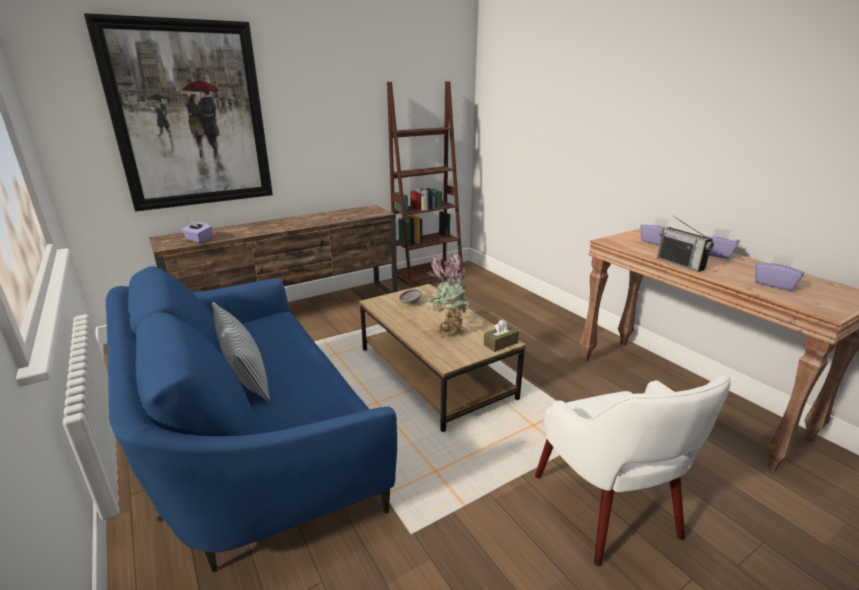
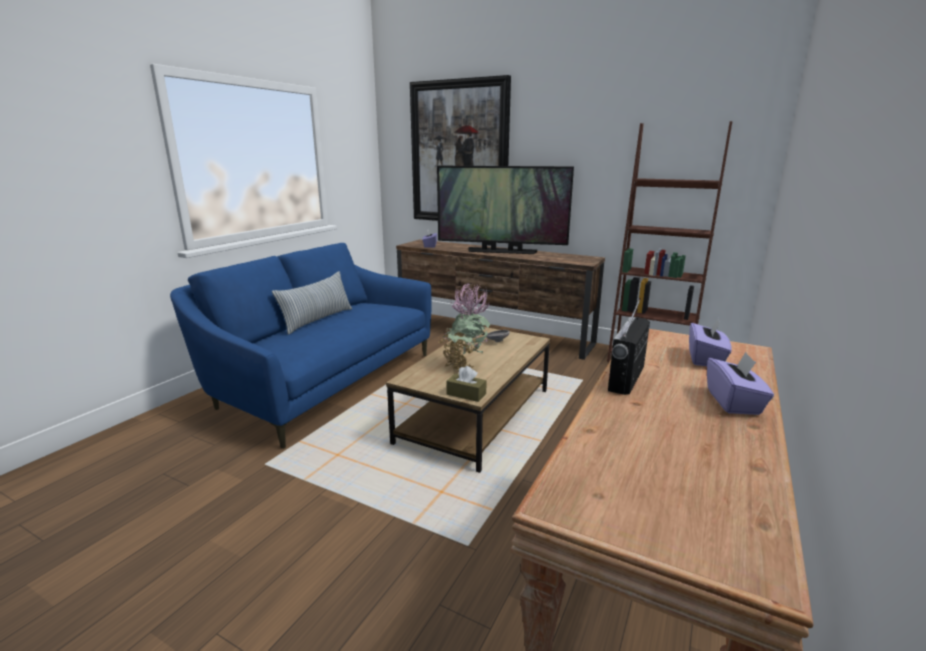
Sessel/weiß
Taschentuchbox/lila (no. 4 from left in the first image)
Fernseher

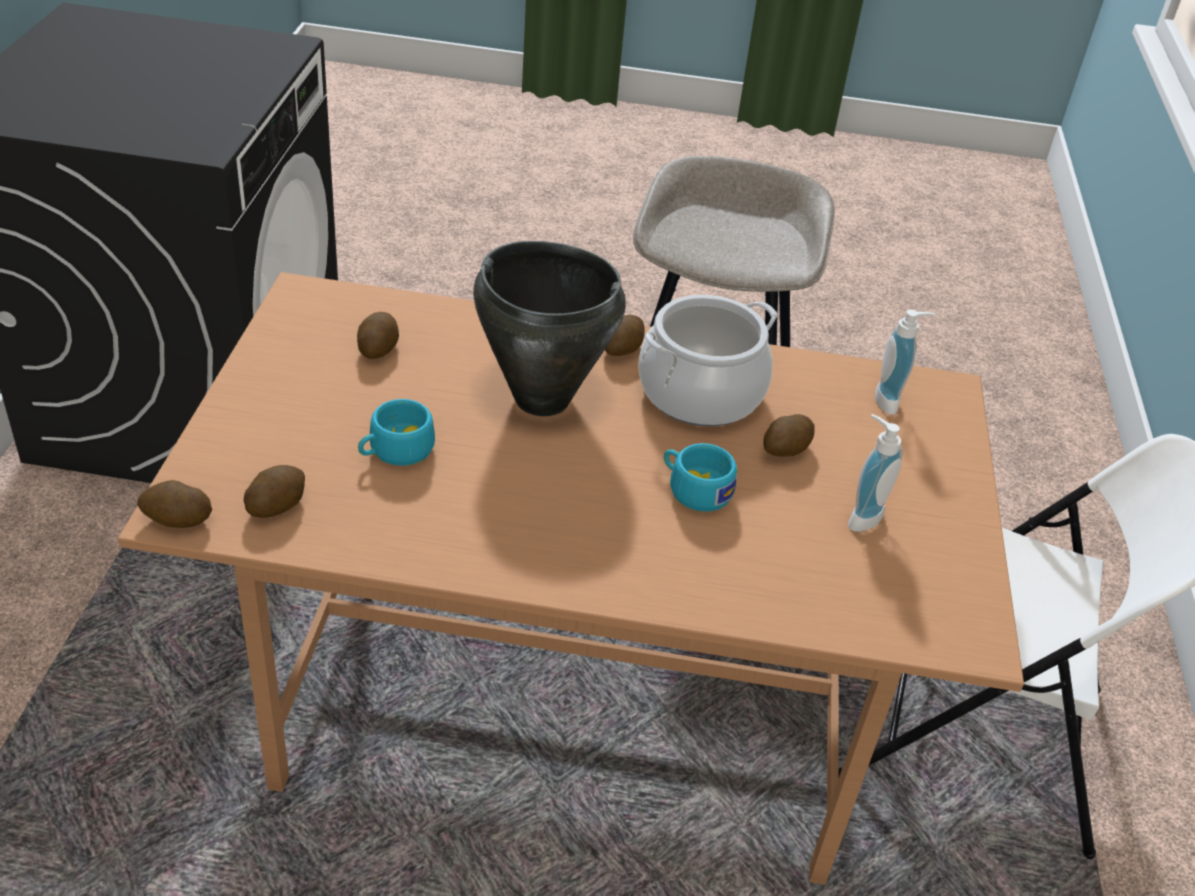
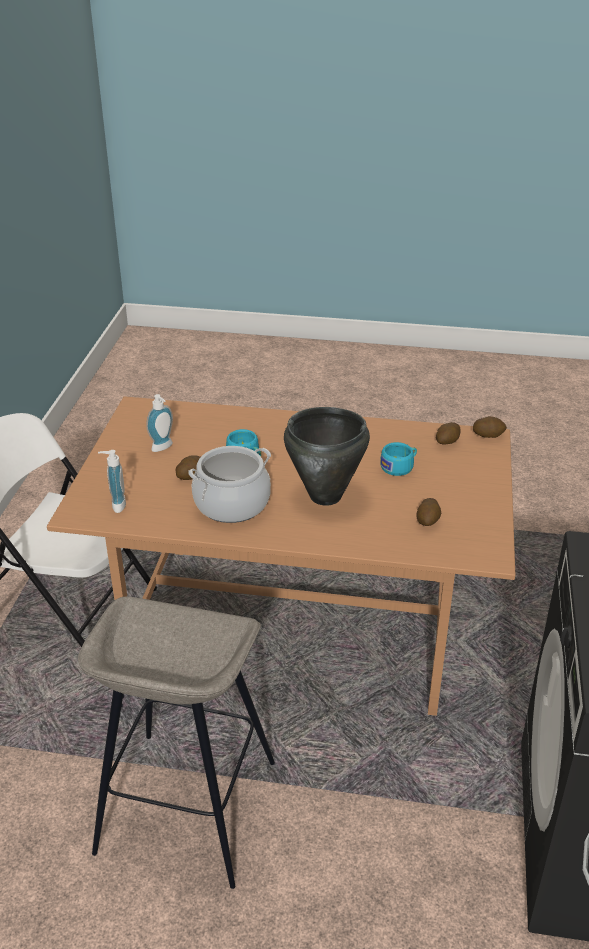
Kartoffel (no. 4 from left in the first image)

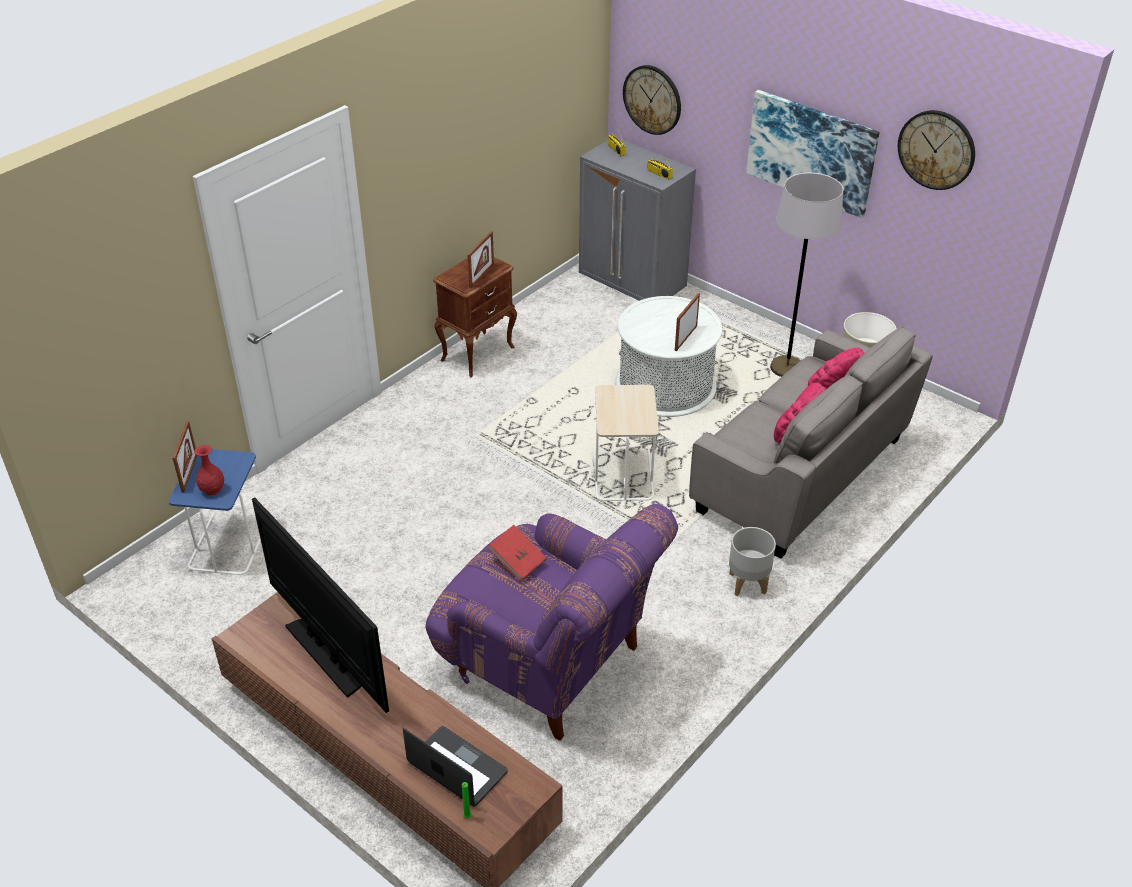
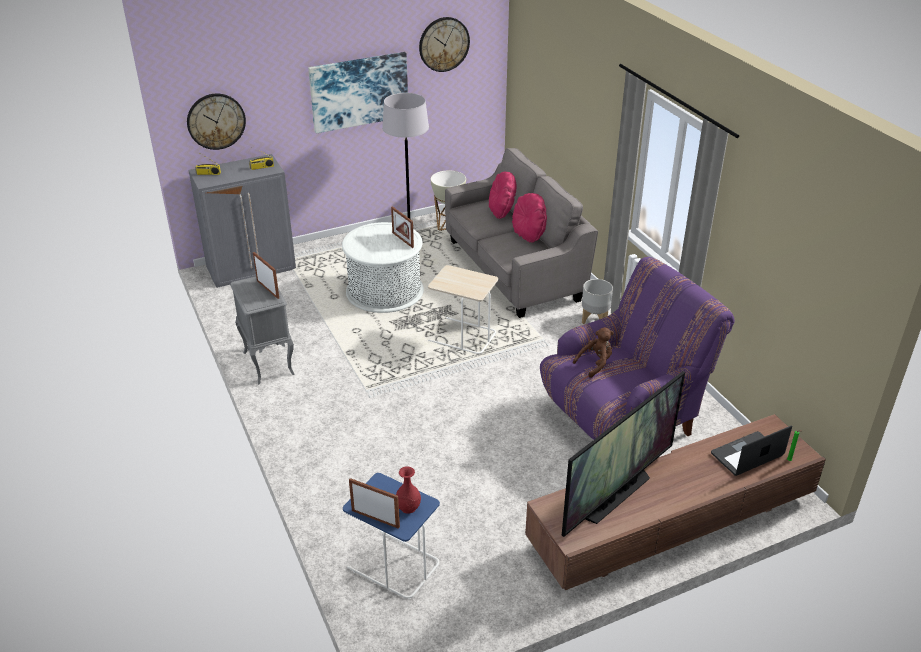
Plüschtier/braun
Nachttisch/grau
Fernseher

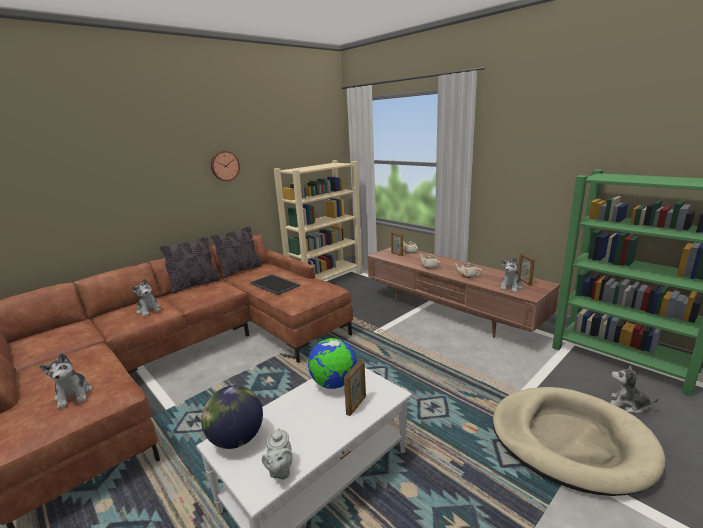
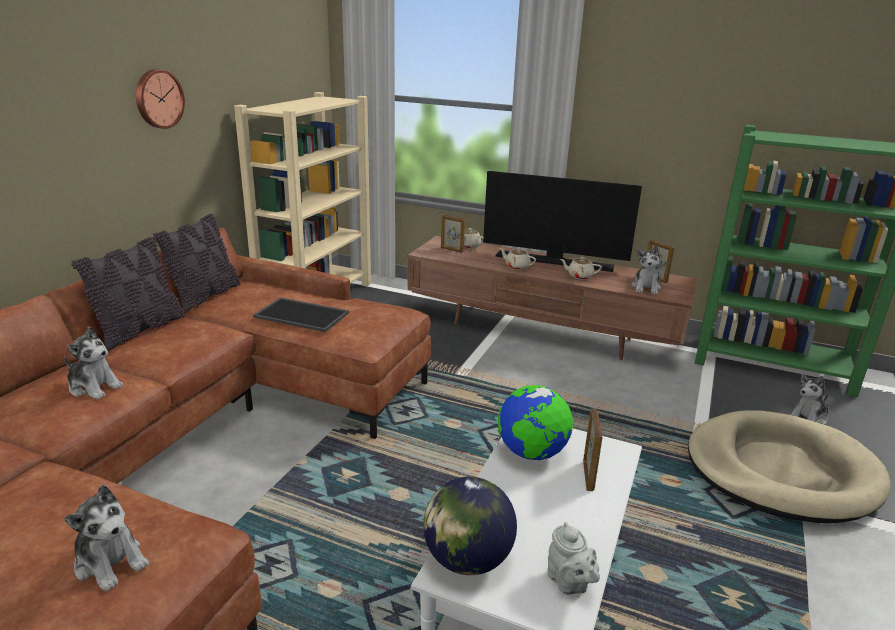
Fernseher
Plüschtier (no. 4 from left)

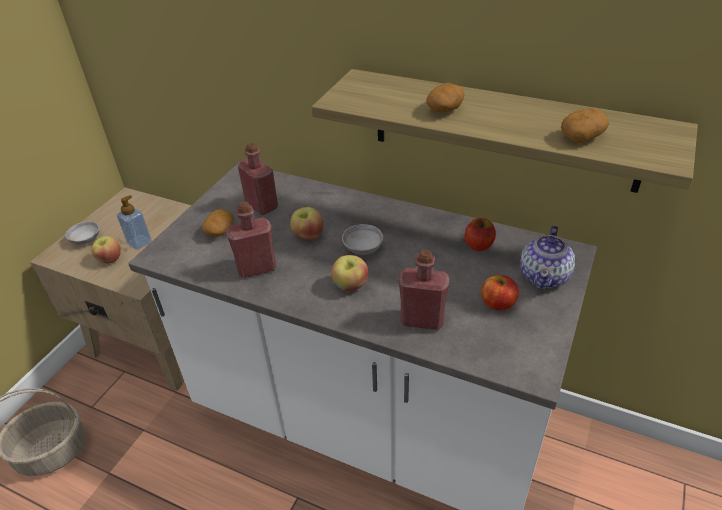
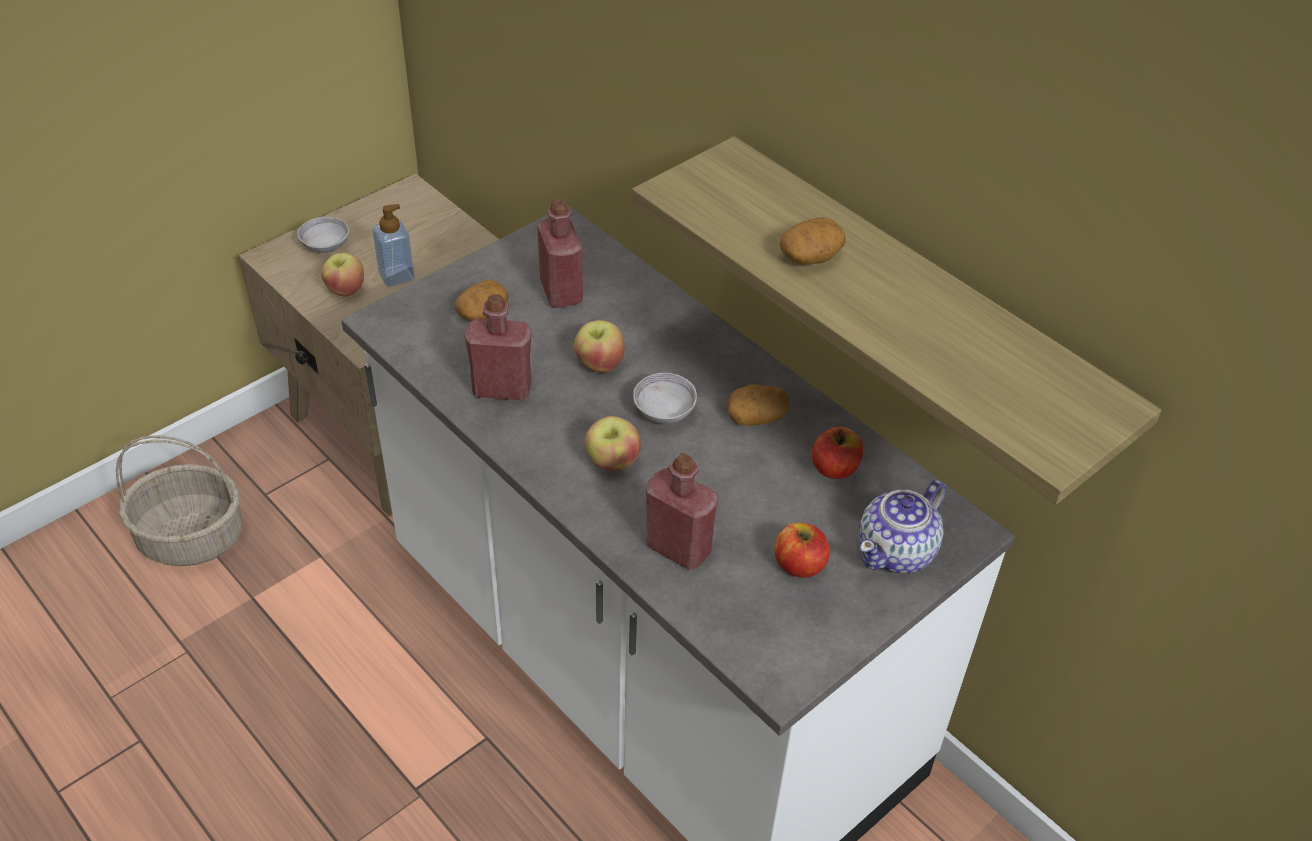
Kartoffel (no. 2 from left)

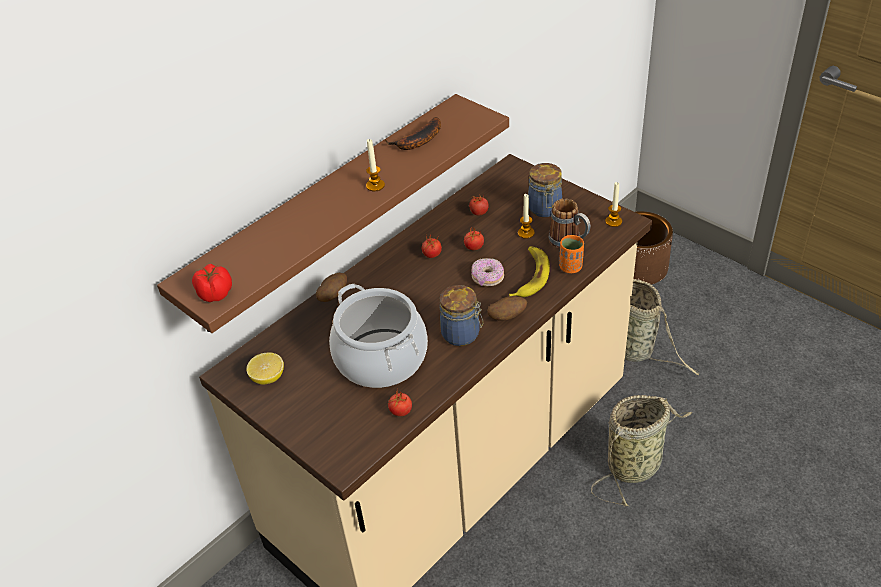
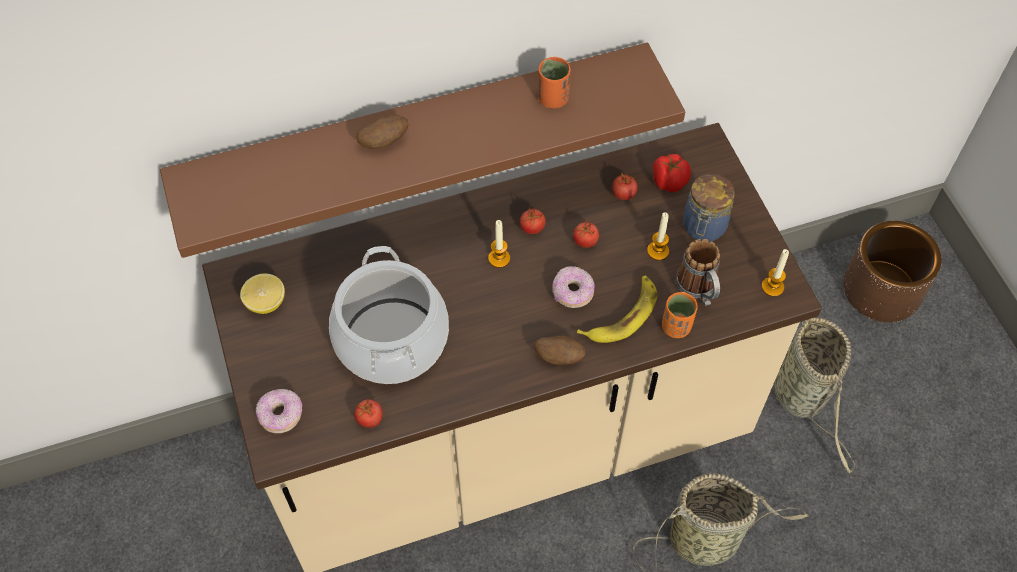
Vorratsglas (no. 1 from left in the first image)
Donut (no. 1 from left)
Tomate (no. 5 from left)
Kartoffel (no. 1 from left)
Kerze (no. 1 from left)
Tasse/orange (no. 1 from left)

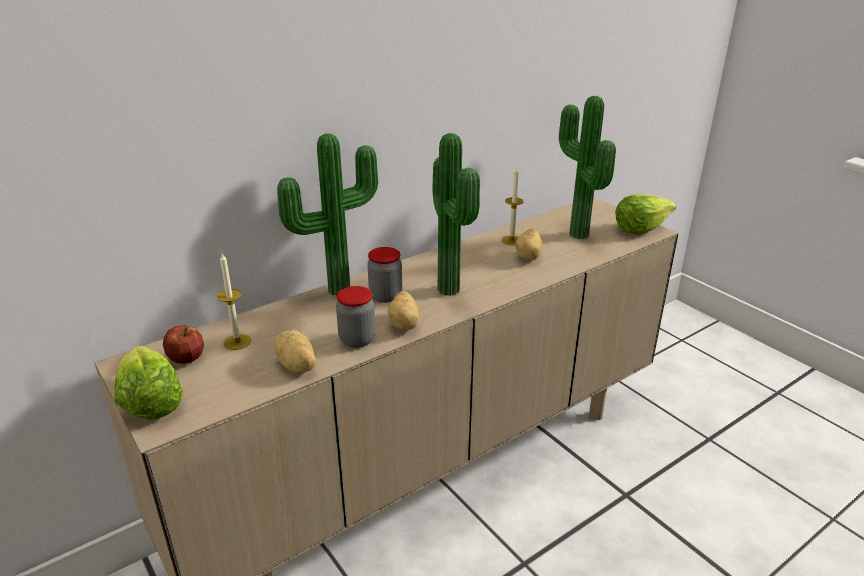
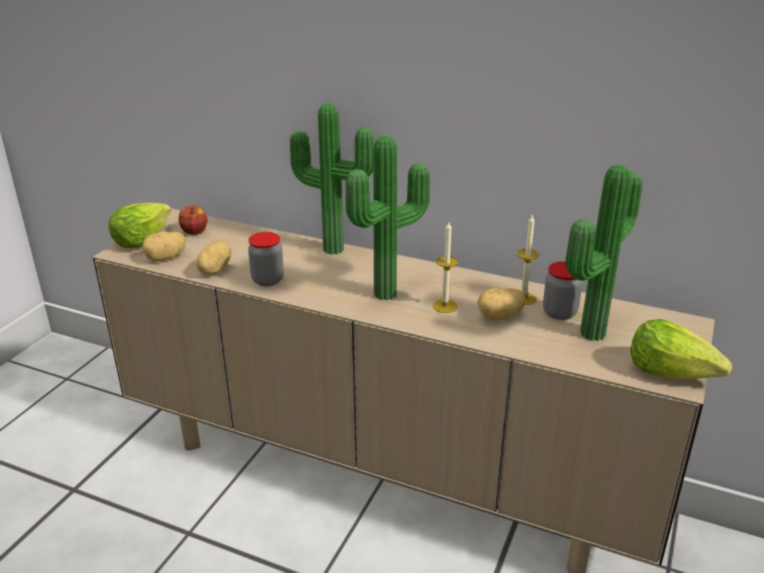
Kerze (no. 1 from left)
Vorratsglas (no. 2 from left)
Kartoffel (no. 1 from left)

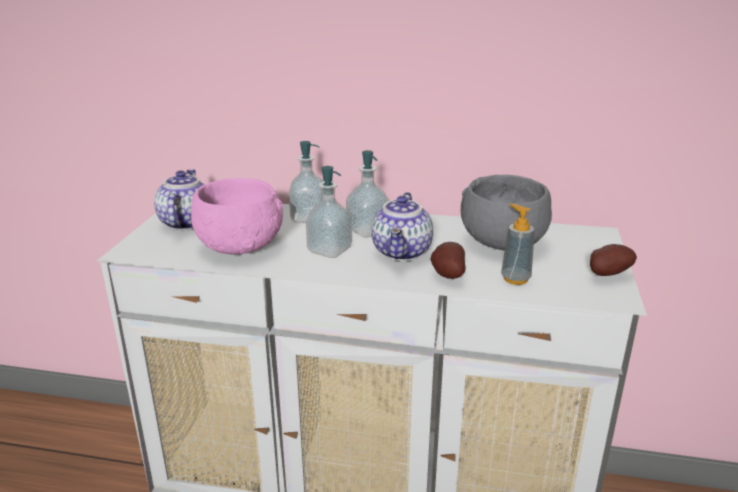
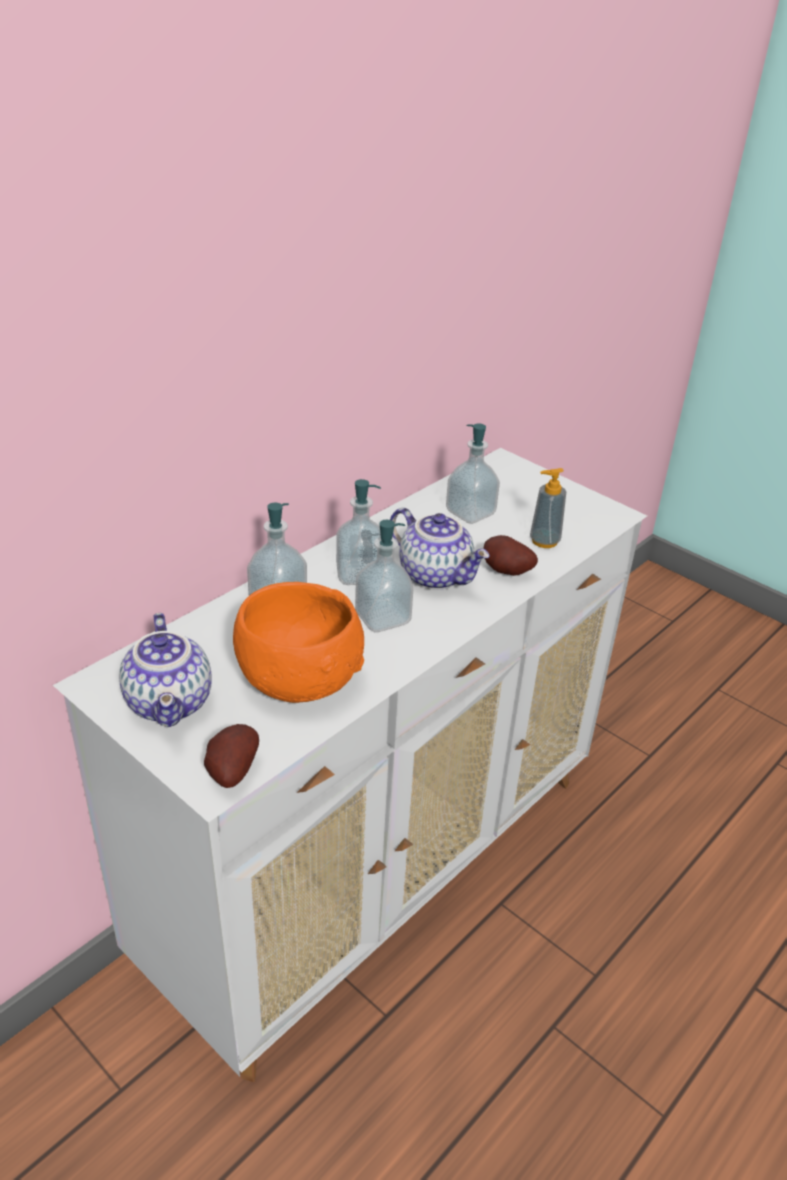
Kartoffel (no. 1 from left)
Seifenspender (no. 4 from left)
Schüssel/orange
Teekanne (no. 1 from left)

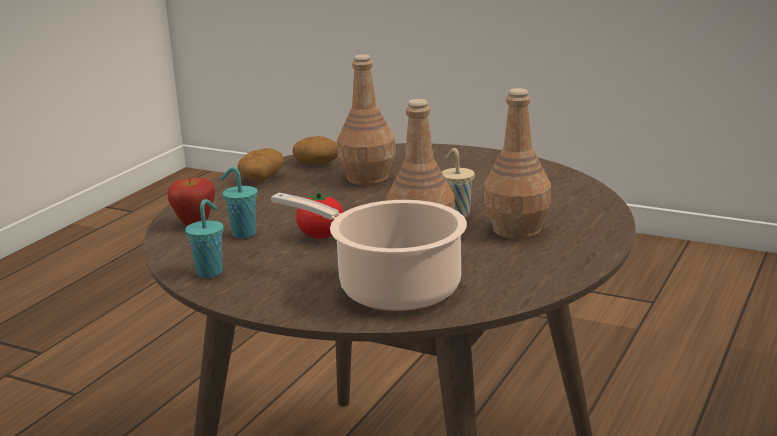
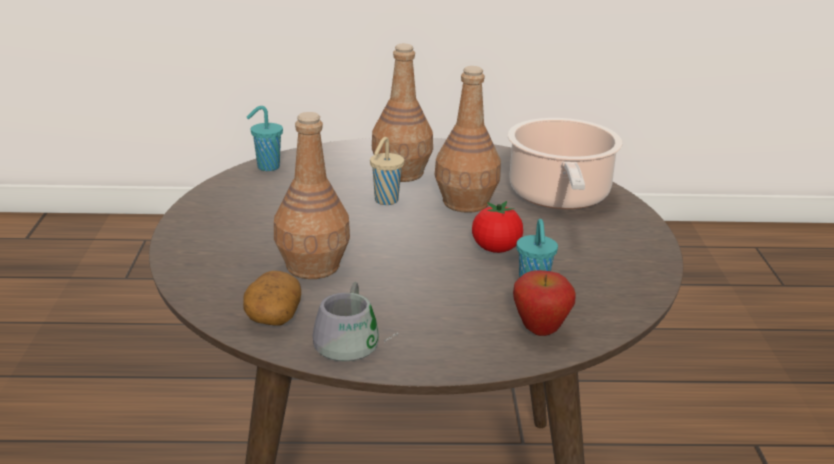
Tasse/türkis (no. 1 from left)
Henkelbecher/grau

